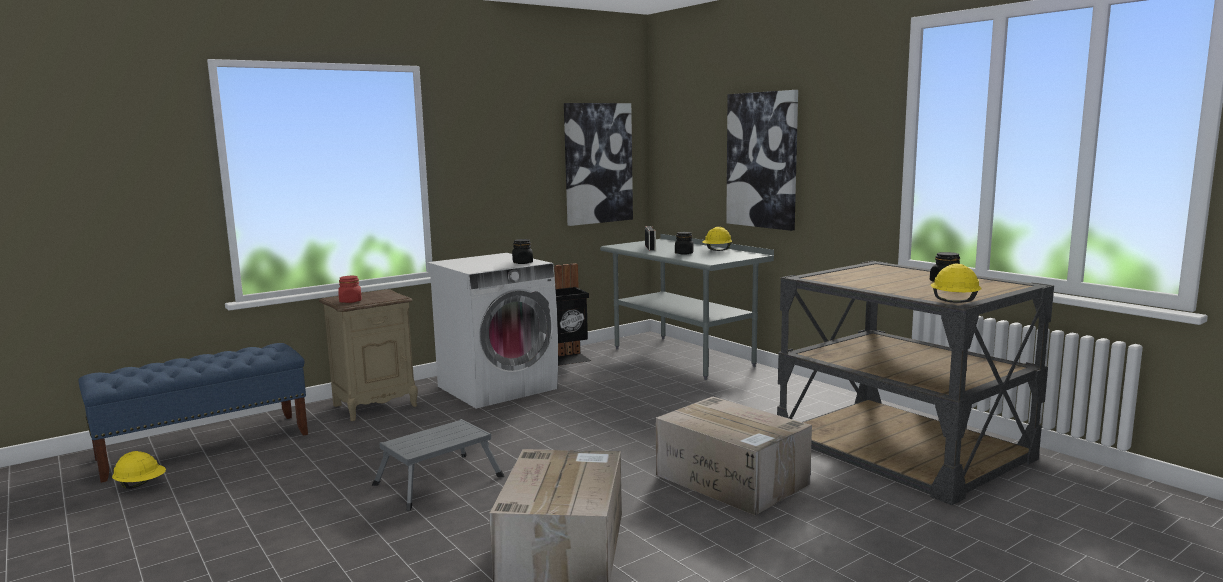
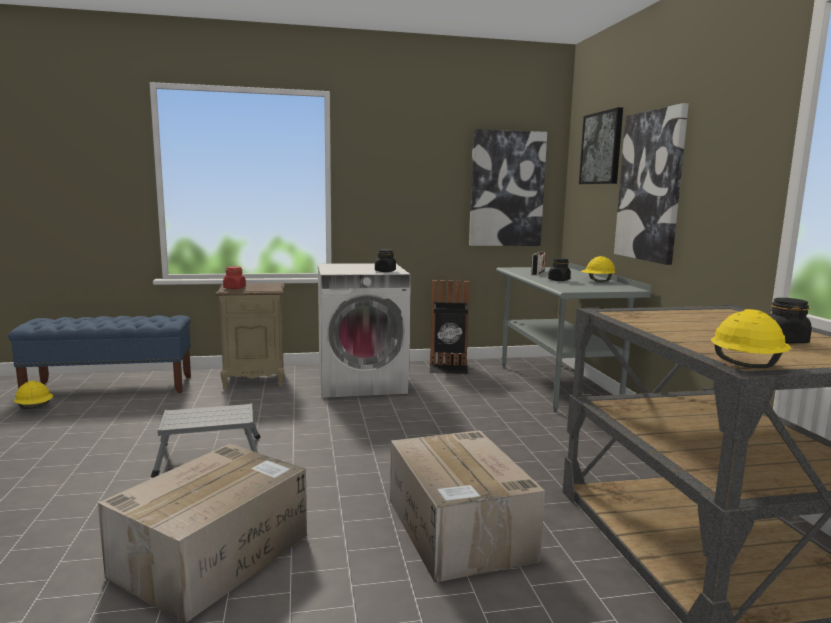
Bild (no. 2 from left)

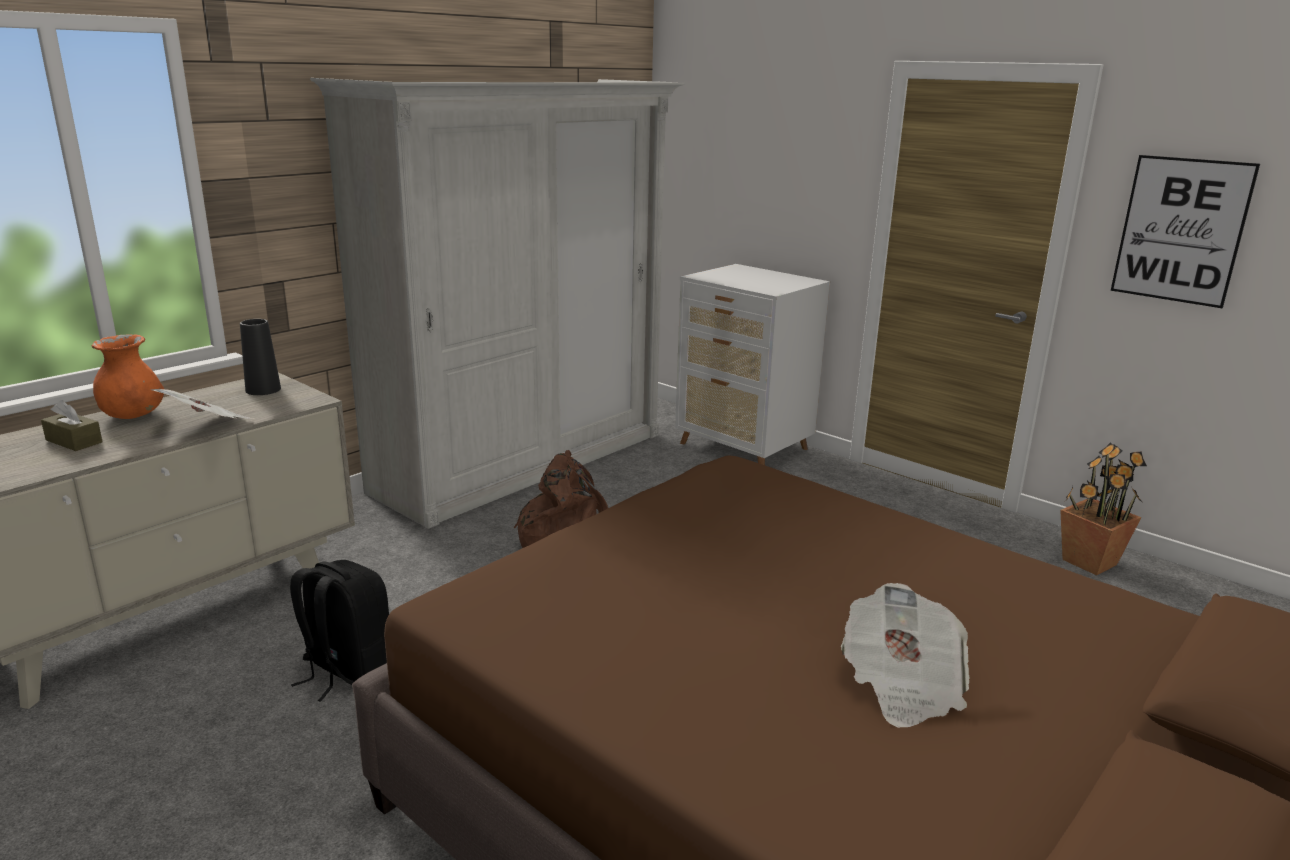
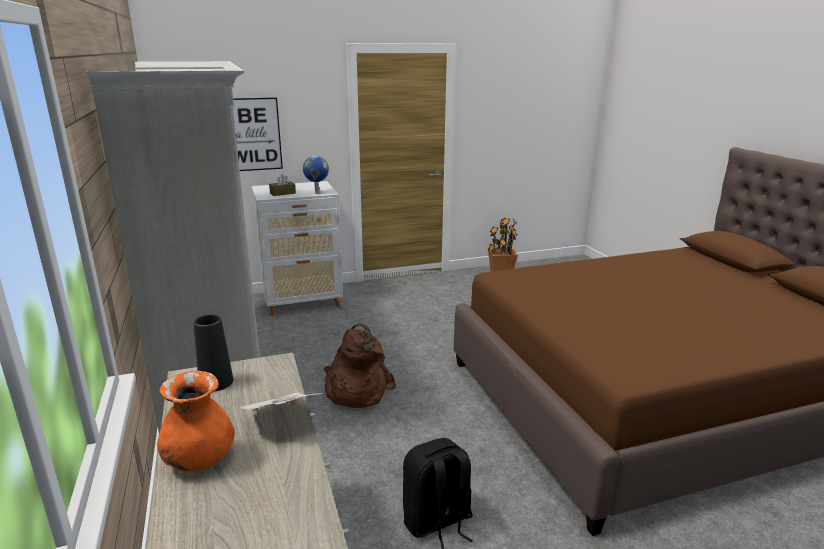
Zeitung (no. 2 from left in the first image)
Globus
Taschentuchbox/braun
Bild

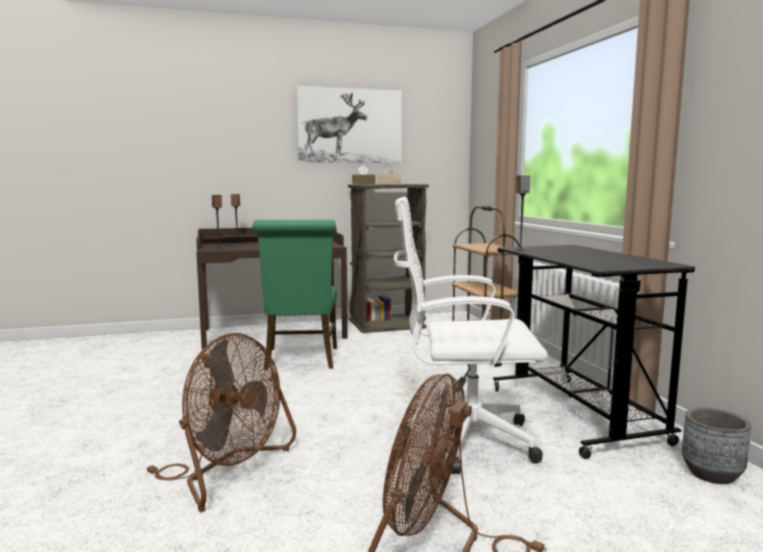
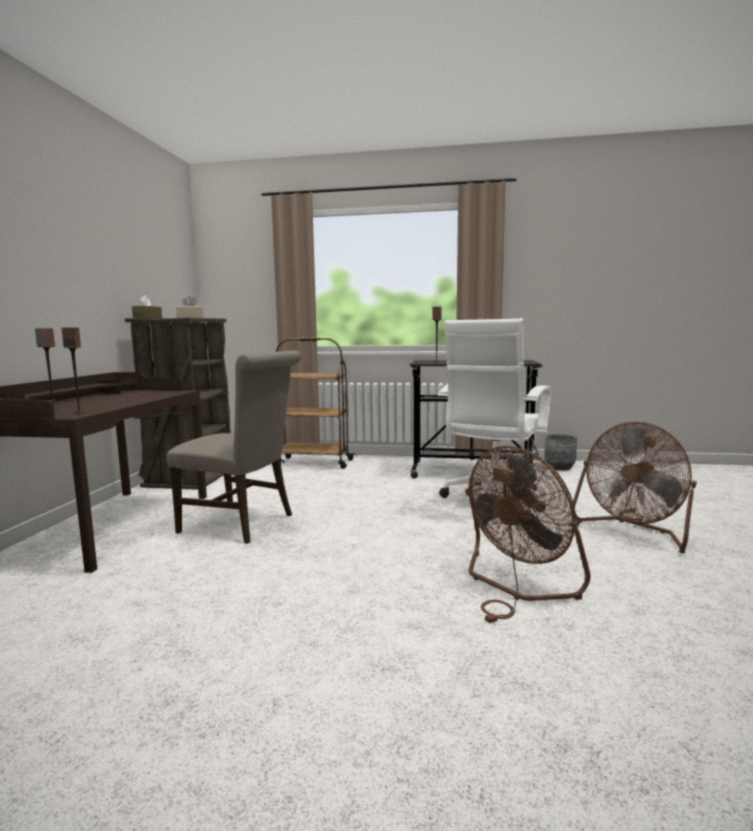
Bild
Stuhl/beige

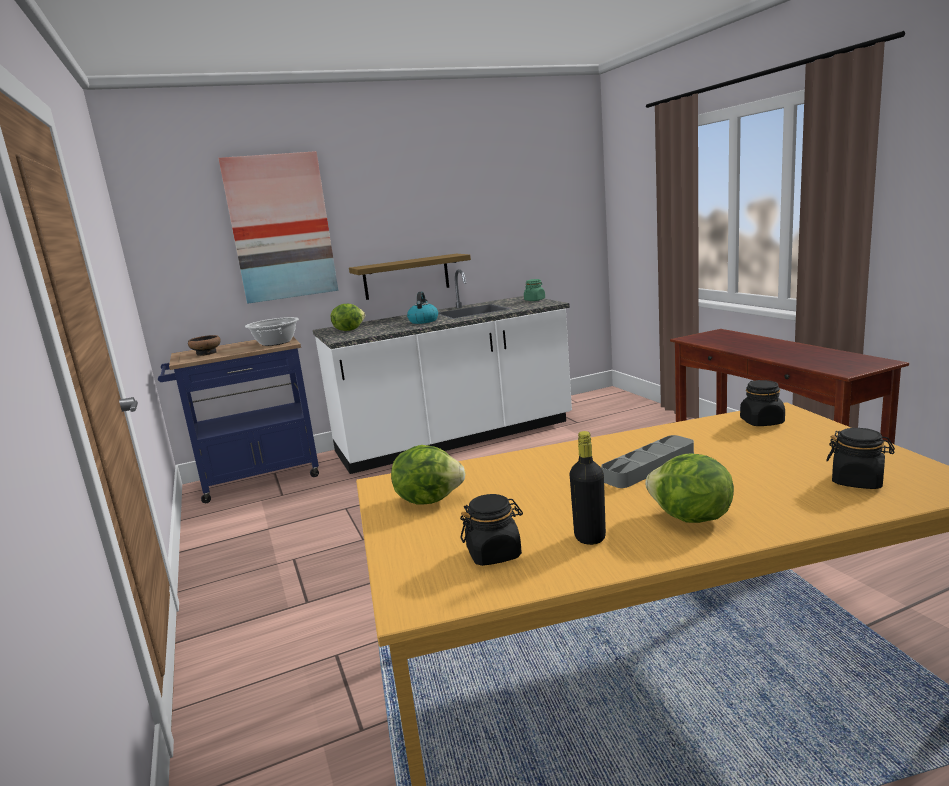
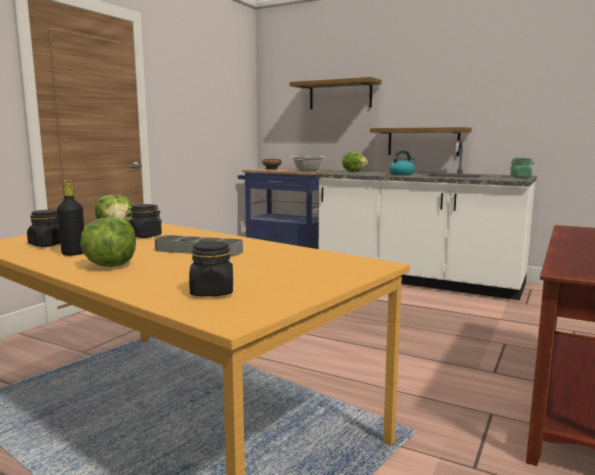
Vorratsglas/schwarz (no. 2 from left)
Wandregal (no. 1 from left)

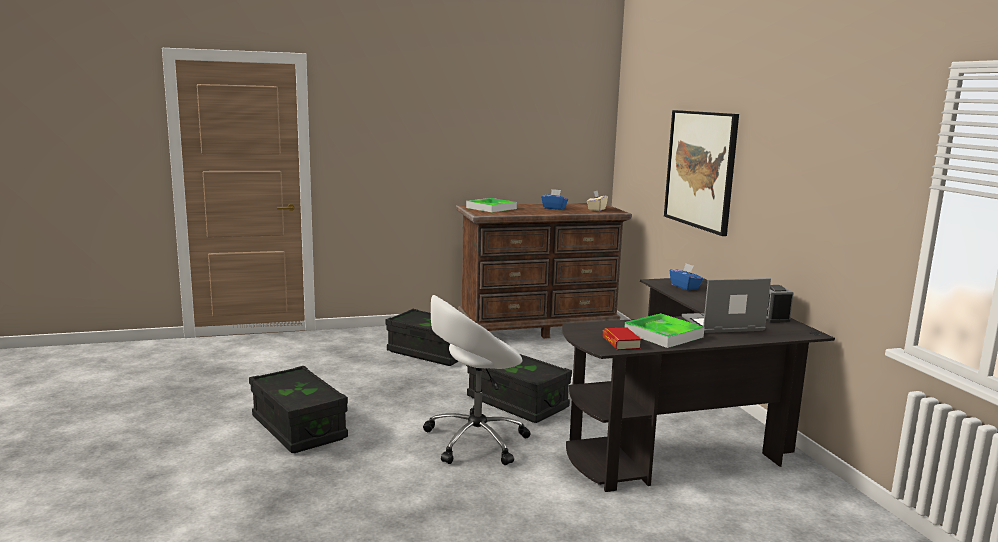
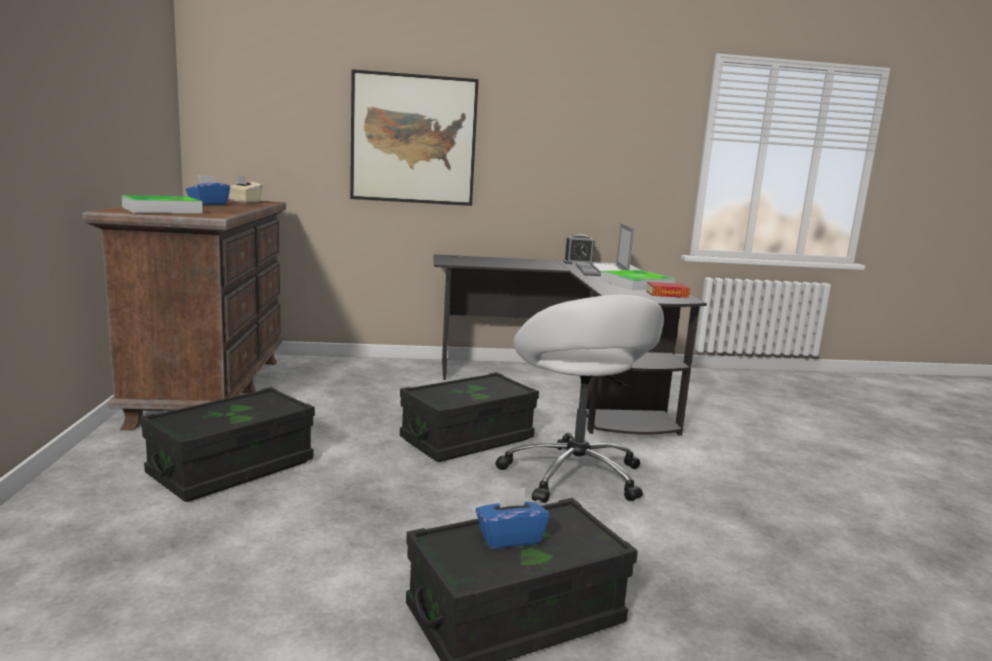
Taschentuchbox/blau (no. 2 from left)

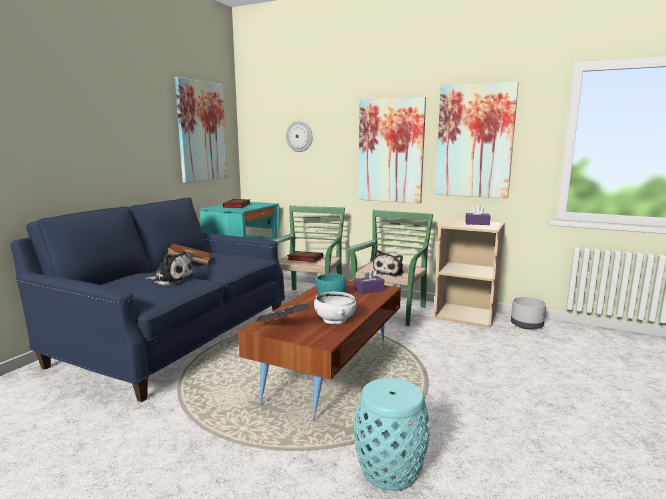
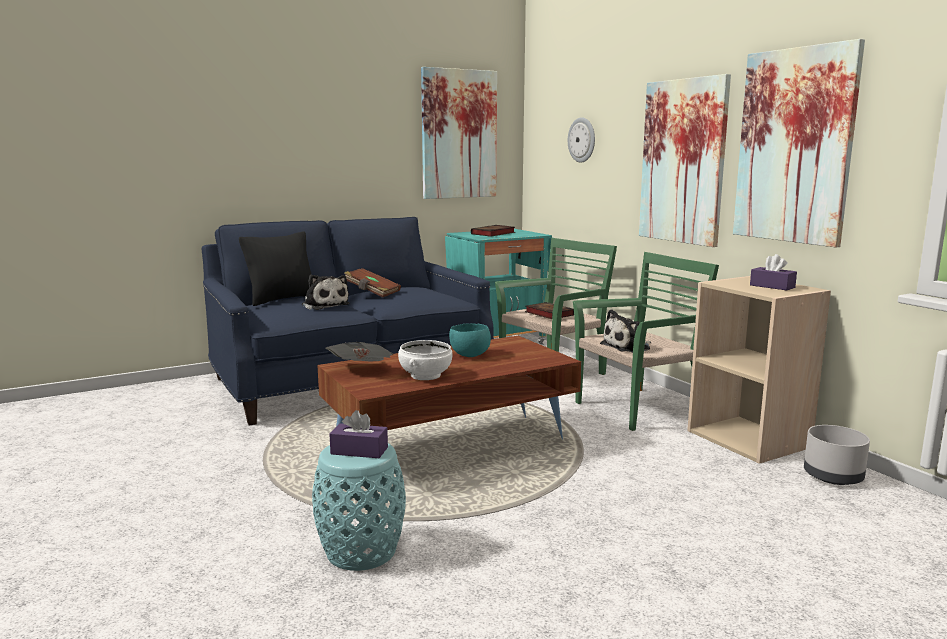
Kissen/schwarz
Taschentuchbox/lila (no. 1 from left)

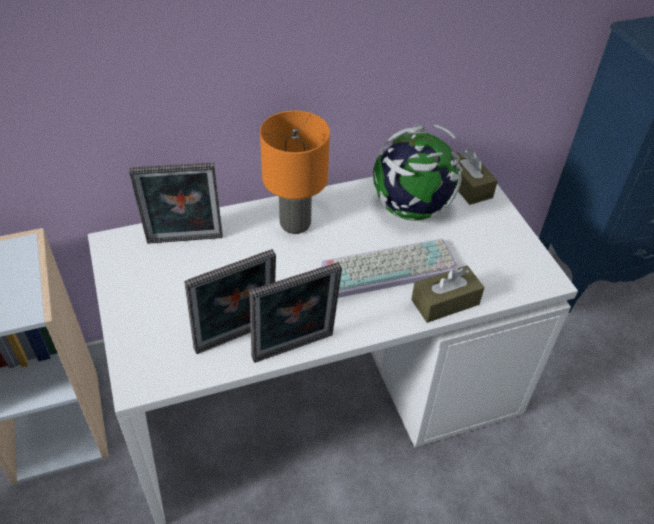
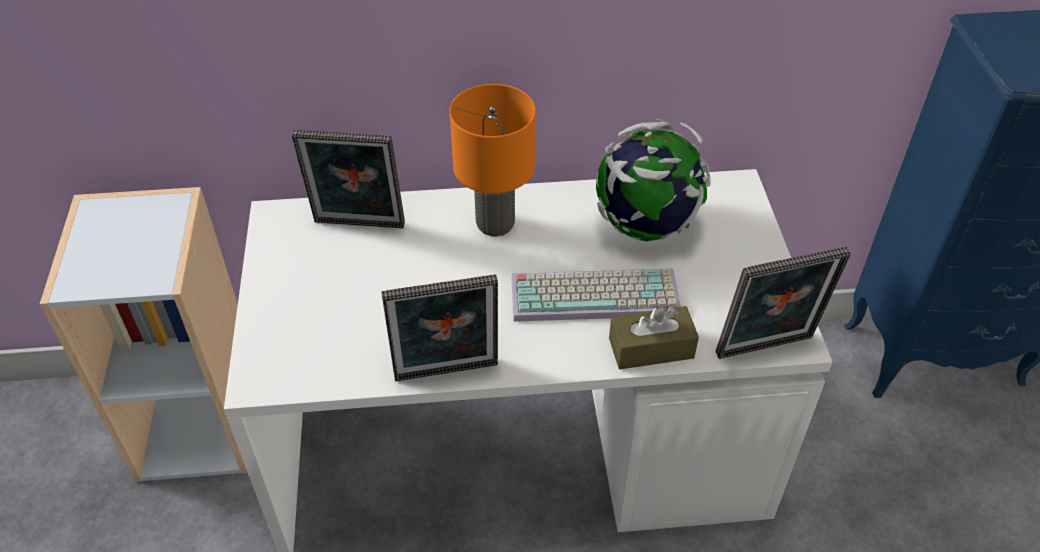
Taschentuchbox/braun (no. 2 from left in the first image)
Bilderrahmen (no. 3 from left)

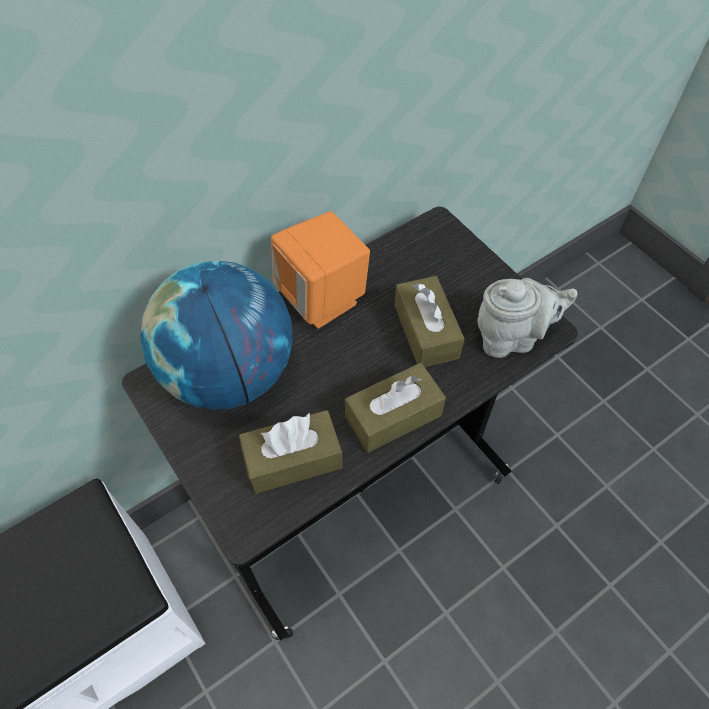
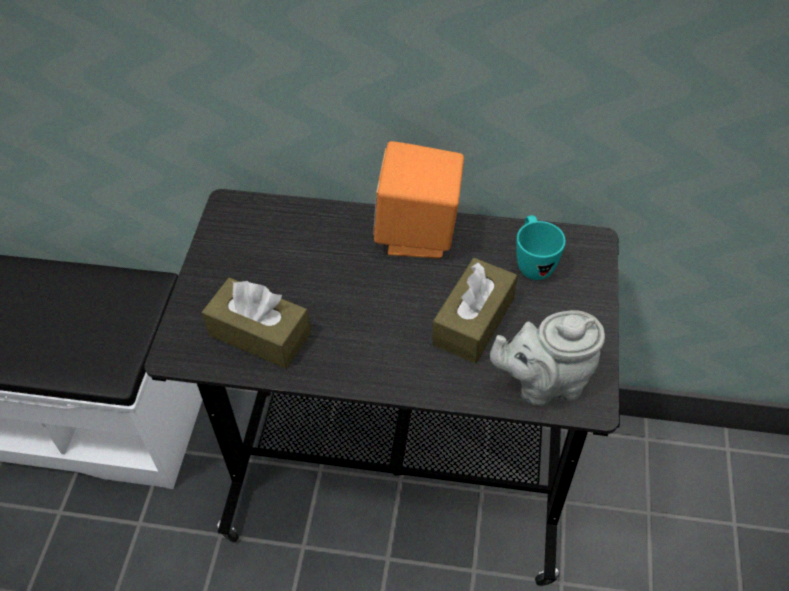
Globus
Taschentuchbox/braun (no. 2 from left in the first image)
Henkelbecher/türkis
Teekanne/grau

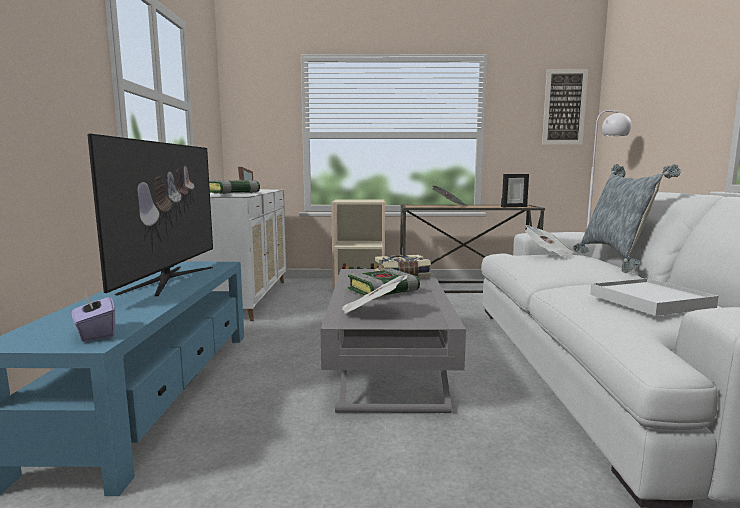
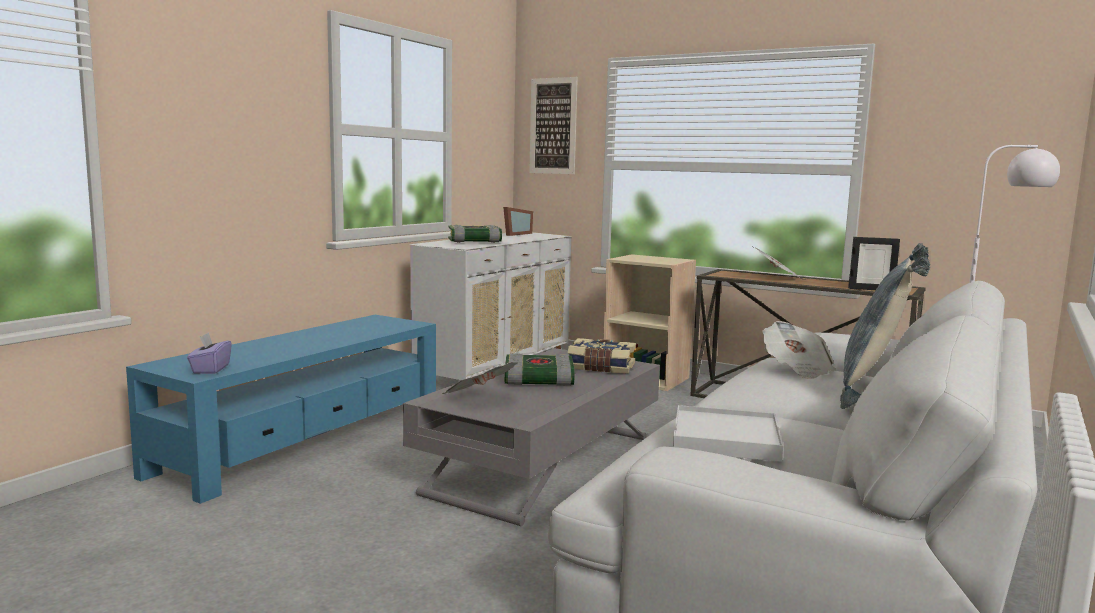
Fernseher
Bild

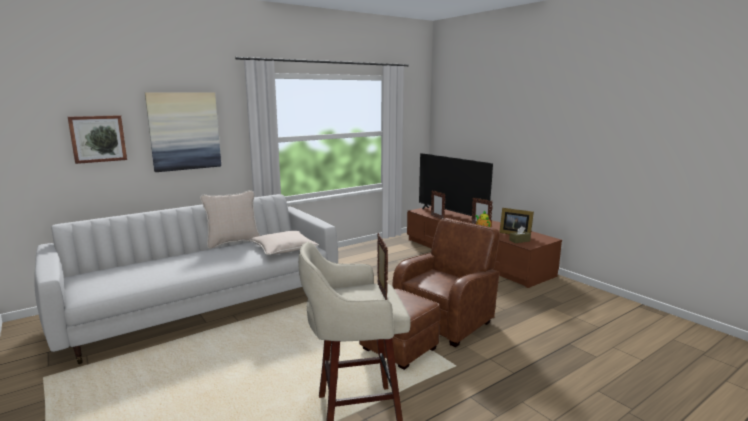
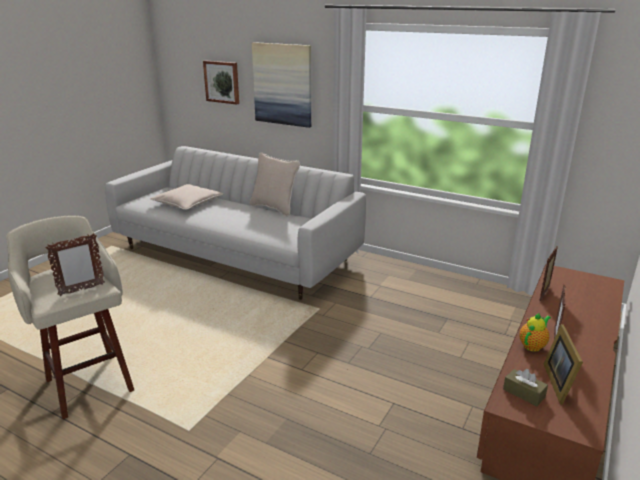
Sessel/braun
Fernseher
Kissen/beige (no. 1 from left)

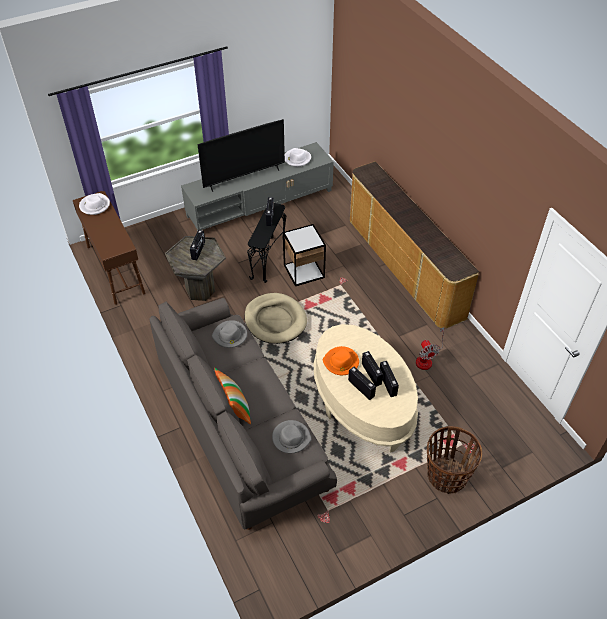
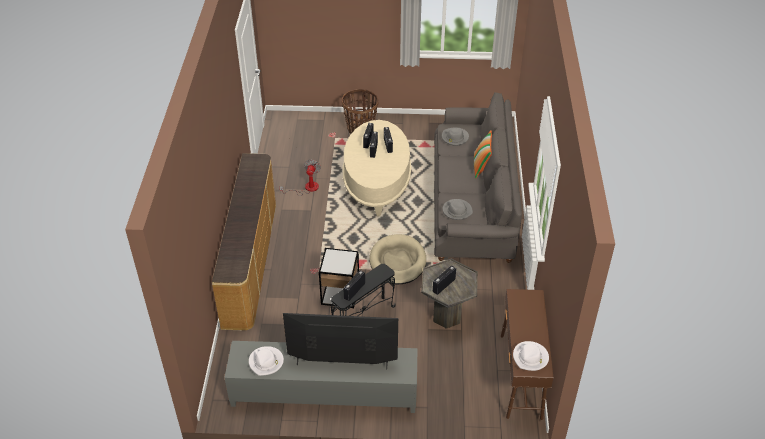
Hut/orange

